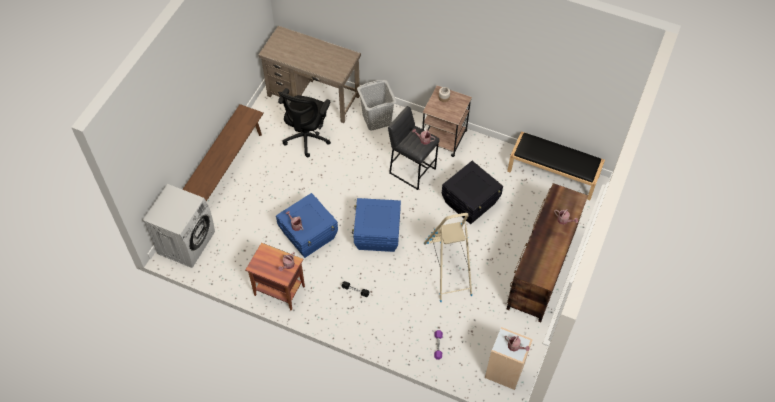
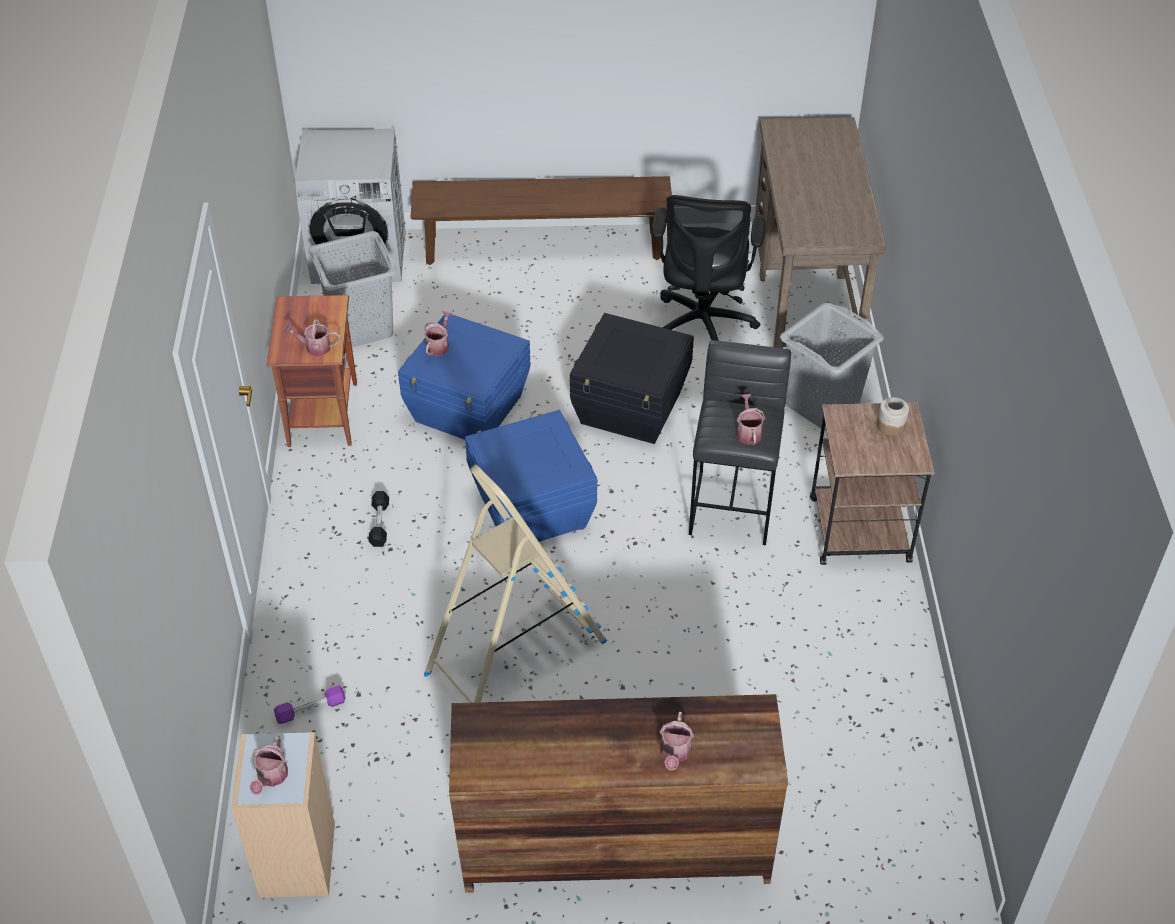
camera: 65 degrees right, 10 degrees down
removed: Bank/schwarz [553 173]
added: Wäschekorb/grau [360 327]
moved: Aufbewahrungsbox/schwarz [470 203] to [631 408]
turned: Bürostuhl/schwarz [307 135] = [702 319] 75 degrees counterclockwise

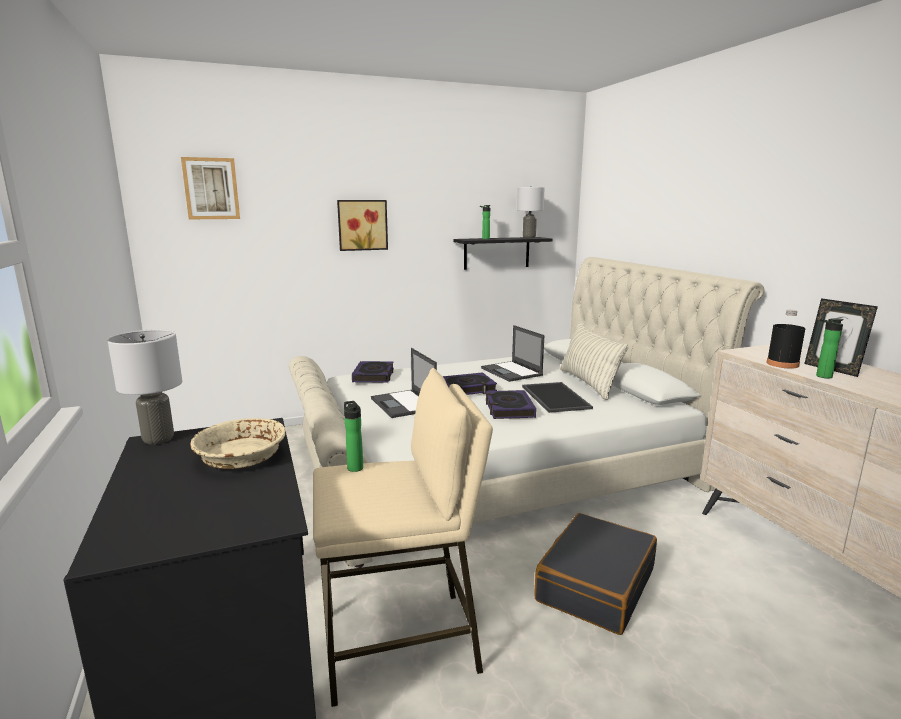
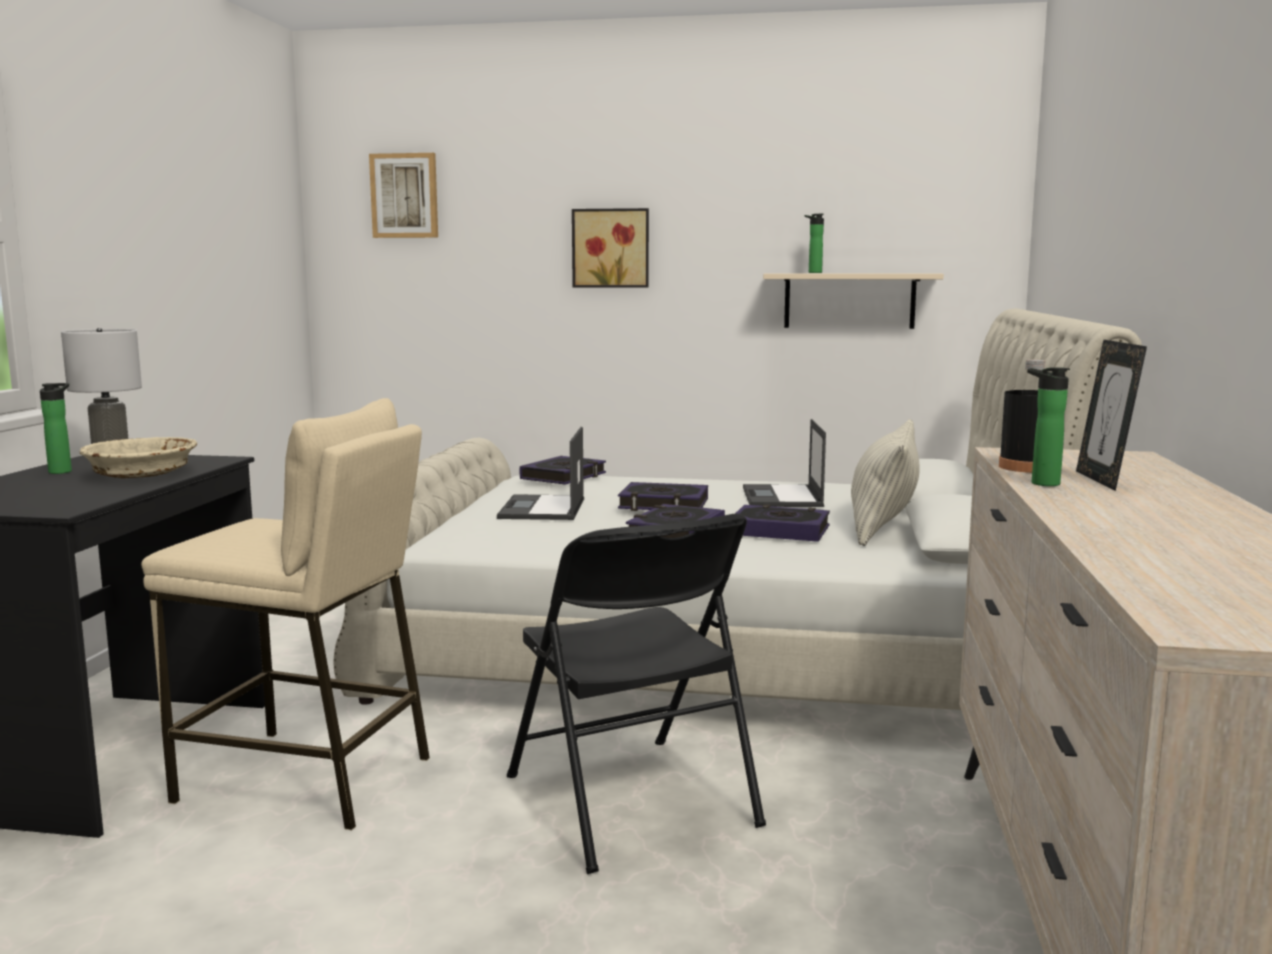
camera: 30 degrees right, 5 degrees down
removed: Tischlampe/weiß [528 237]
moved: Flasche [354 467] to [62 471]
replaced: Tablett [554 397] to Buch [779 531]; Koffer/schwarz [595 584] to Stuhl/schwarz [629 800]
recoloured: Wandregal/schwarz [496 253] to Wandregal/beige [849 300]

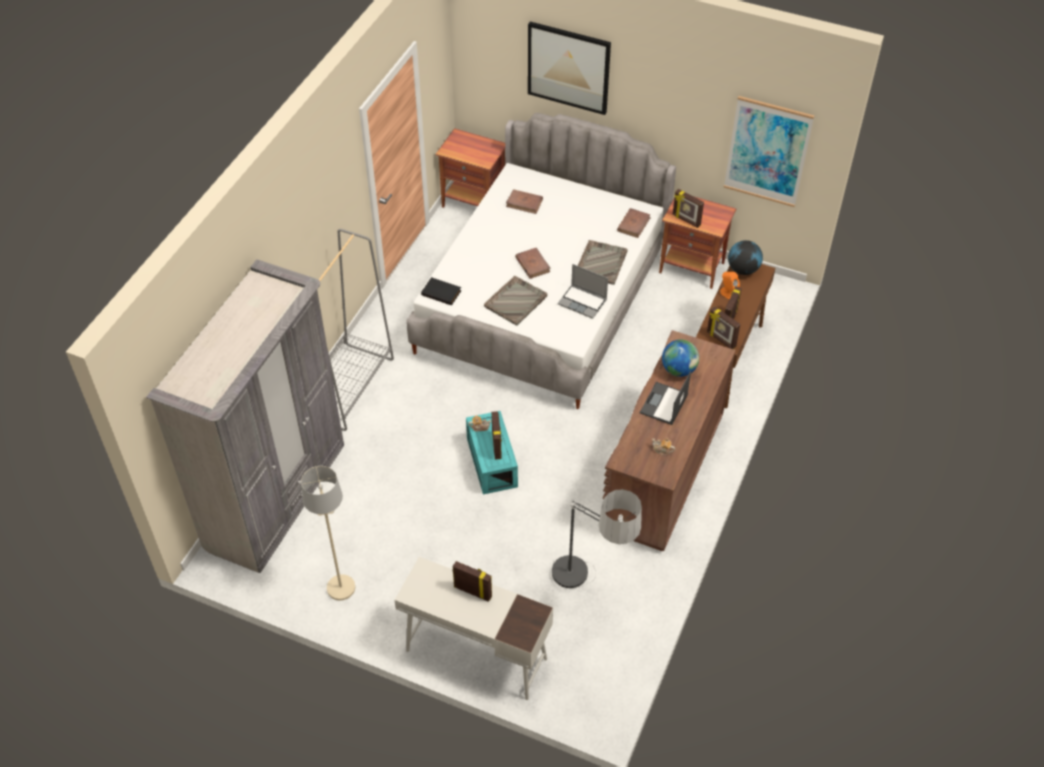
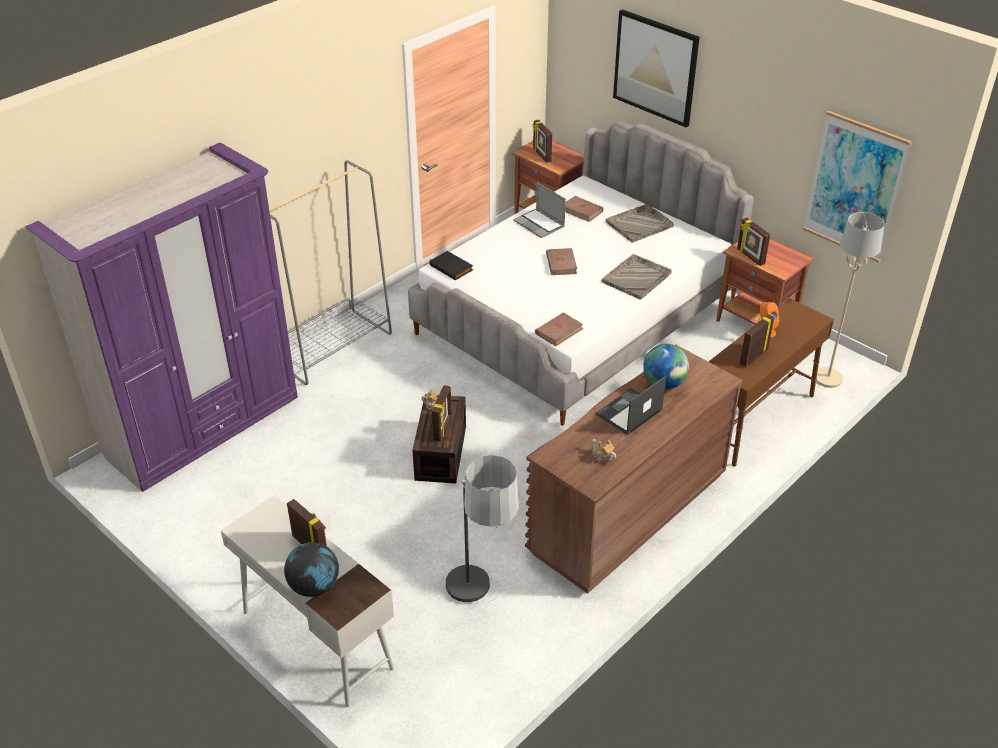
camera: 20 degrees right, 10 degrees down
moved: Stehlampe/beige [340 588] to [827 378]; Tablett/grau [516 301] to [640 224]; Laptop [583 302] to [540 224]; Buch/braun [633 224] to [559 331]; Bilderrahmen [720 340] to [541 155]; Globus [743 269] to [314 586]
recoloured: Kleiderschrank/grau [277 496] to Kleiderschrank/lila [204 426]; Aufbewahrungsbox/türkis [490 462] to Aufbewahrungsbox/braun [439 451]

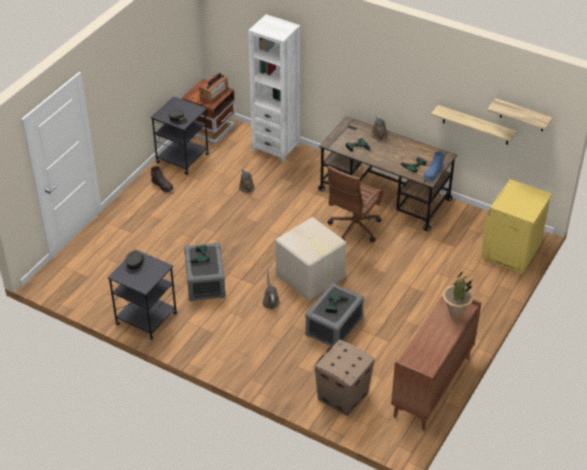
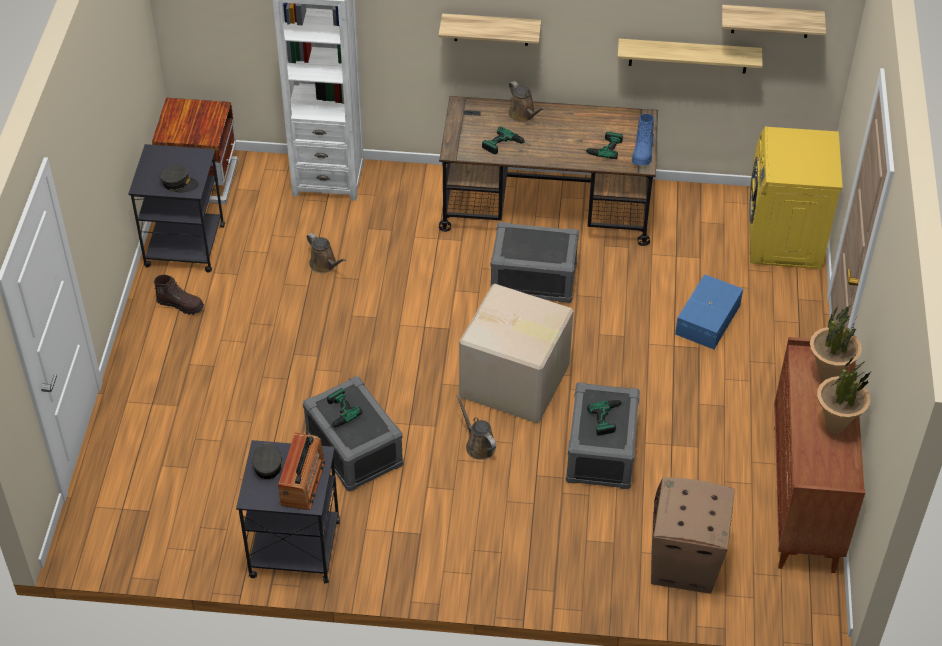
camera: 25 degrees left, 5 degrees up
added: Wandregal [491 29]; Aufbewahrungsbox/blau [709 319]; Topfpflanze [835 427]
moved: Radio [214 95] to [303 482]
replaced: Bürostuhl/braun [353 229] to Aufbewahrungsbox/grau [533 279]

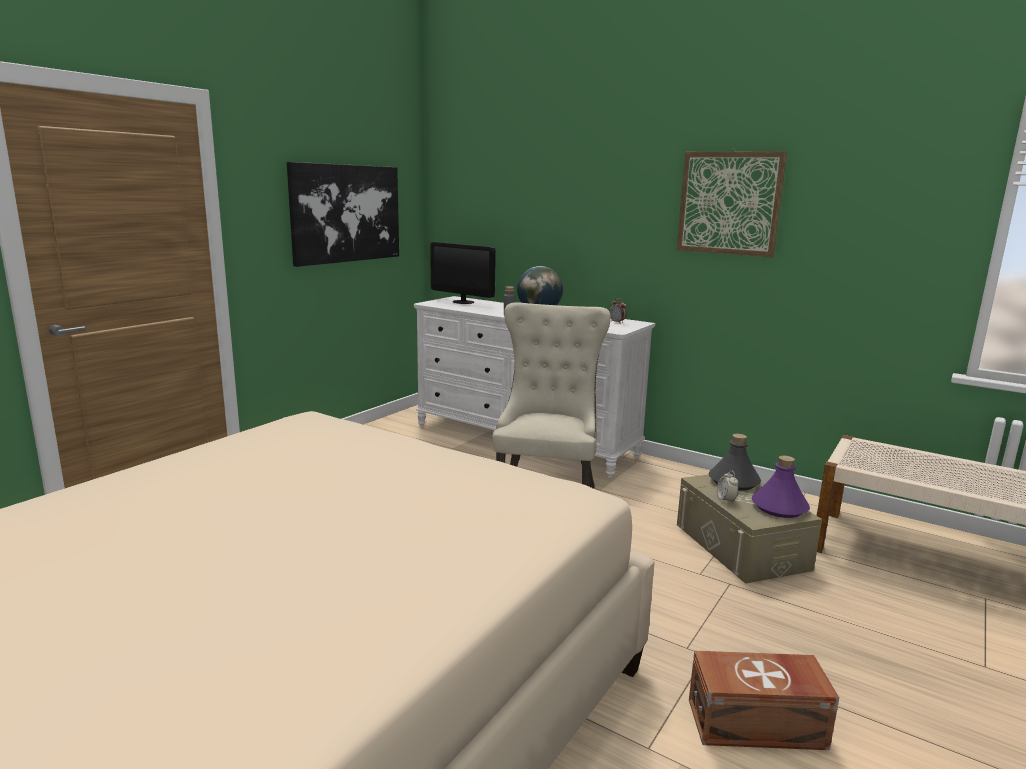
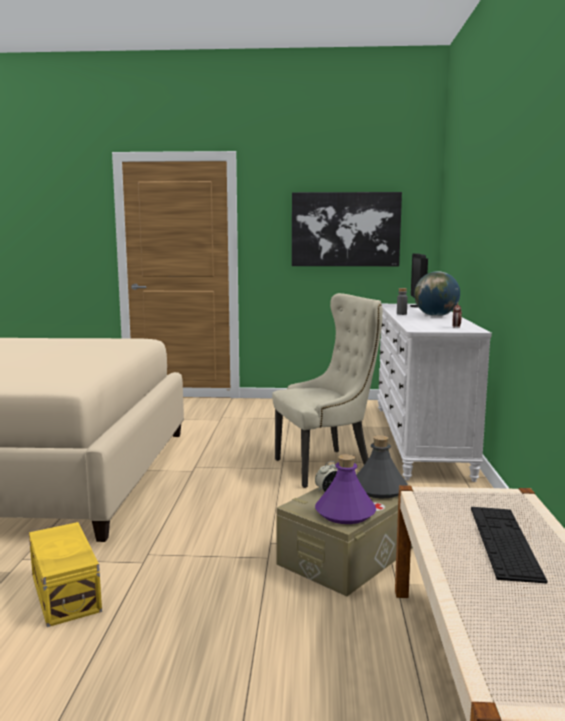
camera: 60 degrees right, 5 degrees down
removed: Bild [729 202]
added: Tastatur [504 541]
recoloured: Aufbewahrungsbox/braun [758 725] to Aufbewahrungsbox/gelb [64 594]

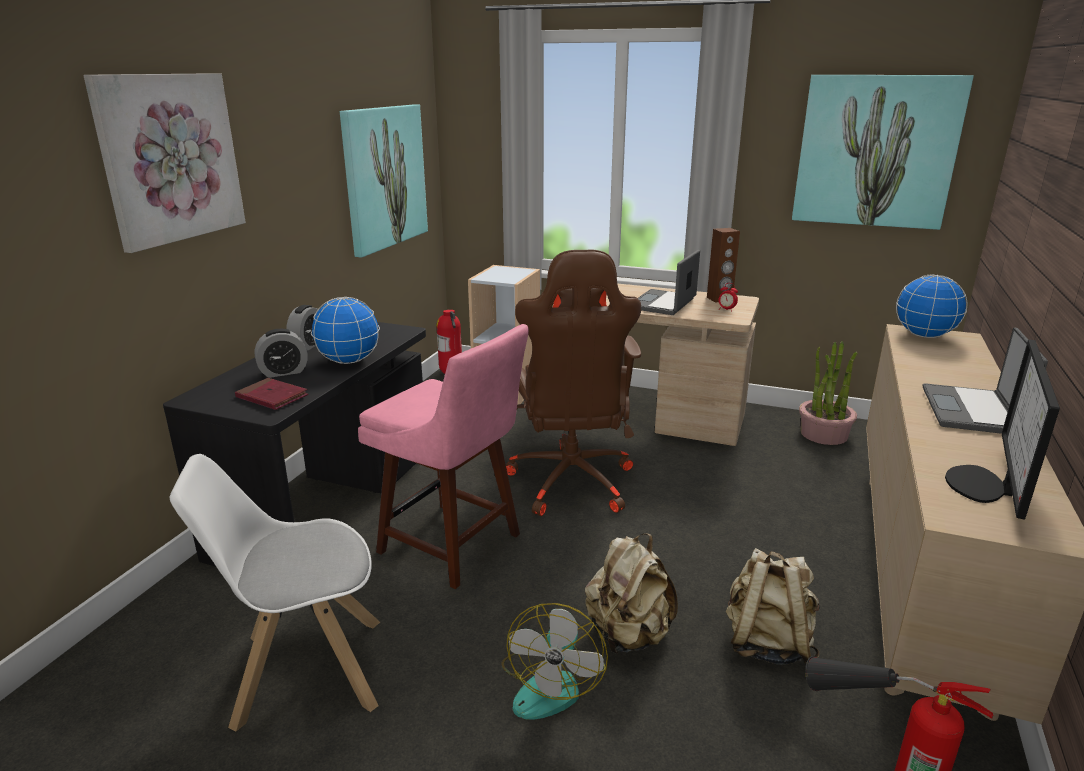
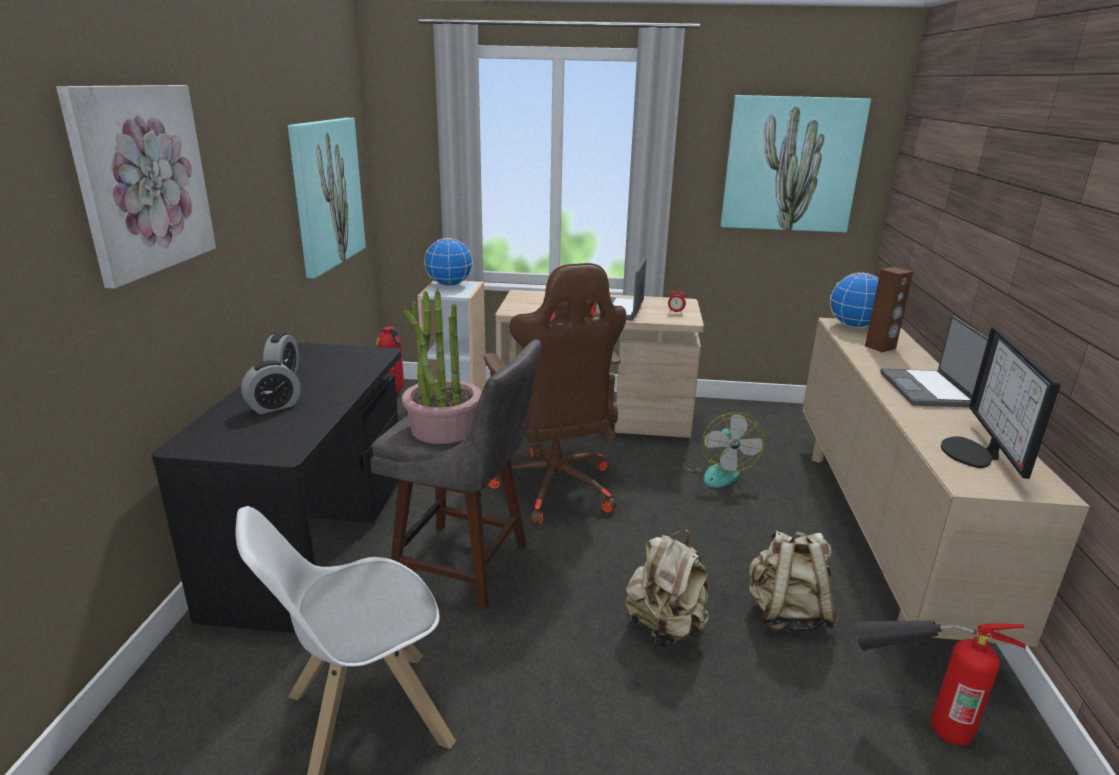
camera: 15 degrees left, 0 degrees up
removed: Buch/rot [272 397]
moved: Globus [349 361] to [450 285]; Ventilator [550 684] to [718 472]; Lautsprecher/braun [719 299] to [880 347]; Topfpflanze [823 434] to [443 429]
recoloured: Hocker/rosa [454 545] to Hocker/grau [466 565]

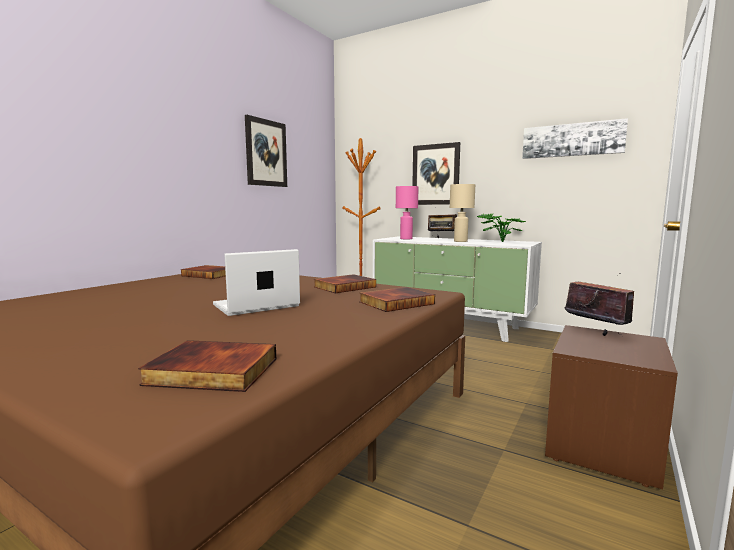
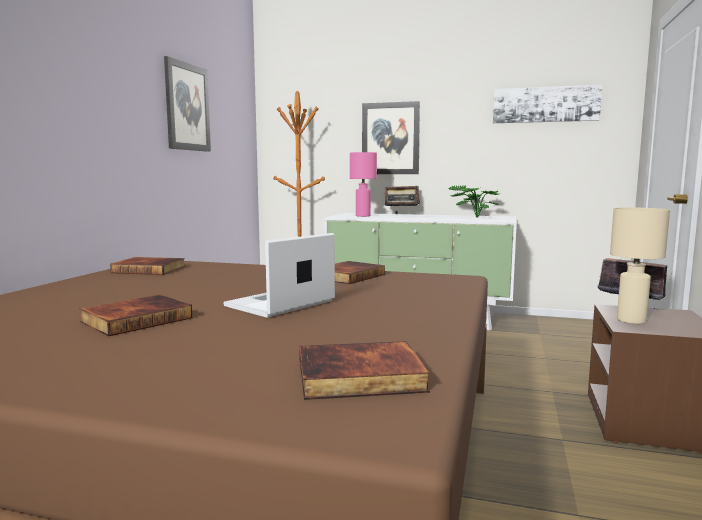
camera: 15 degrees left, 0 degrees up
moved: Buch [396 302] to [136 319]; Tischlampe/beige [460 241] to [630 321]

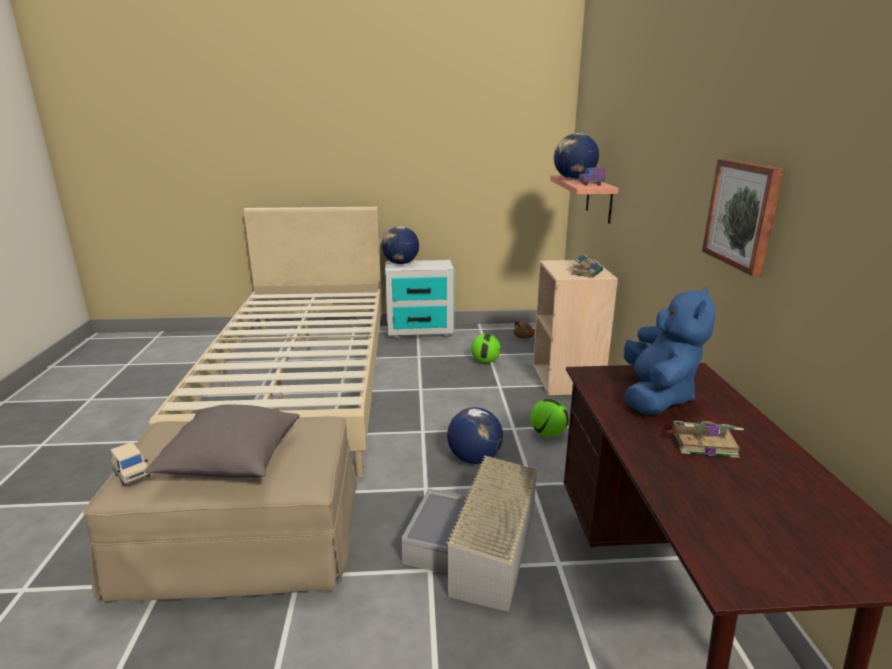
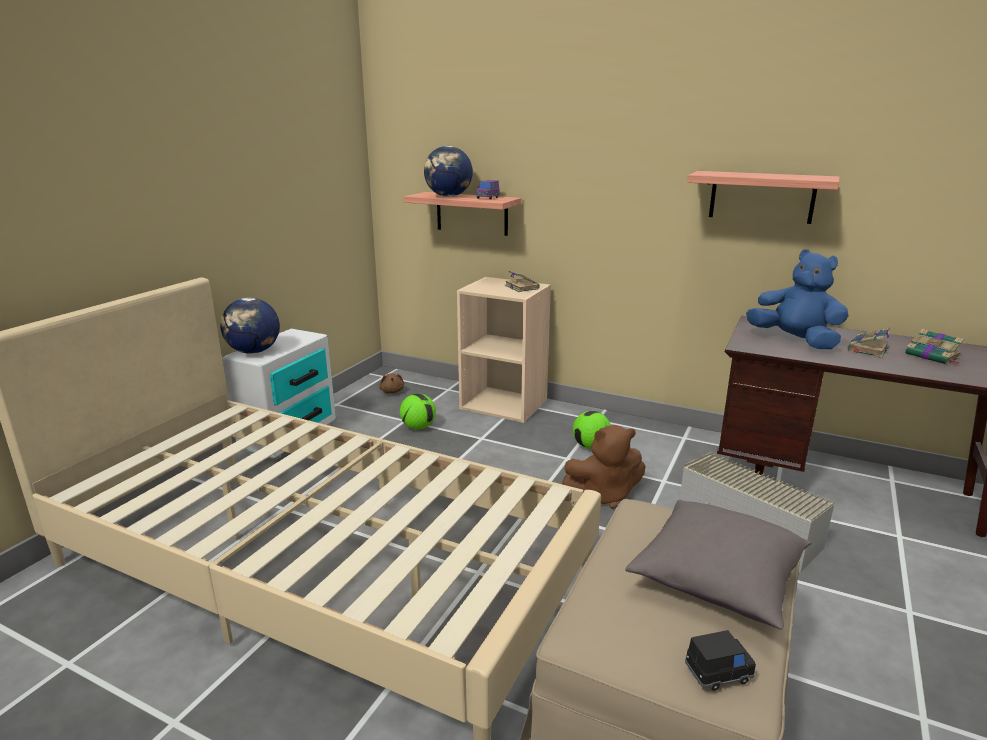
camera: 60 degrees left, 0 degrees up
added: Buch [933 356]
replaced: Globus [474 458] to Plüschtier/braun [604 494]; Bild [743 214] to Wandregal [761 197]
recoloured: Spielzeugauto/beige [132 475] to Spielzeugauto/schwarz [718 673]

